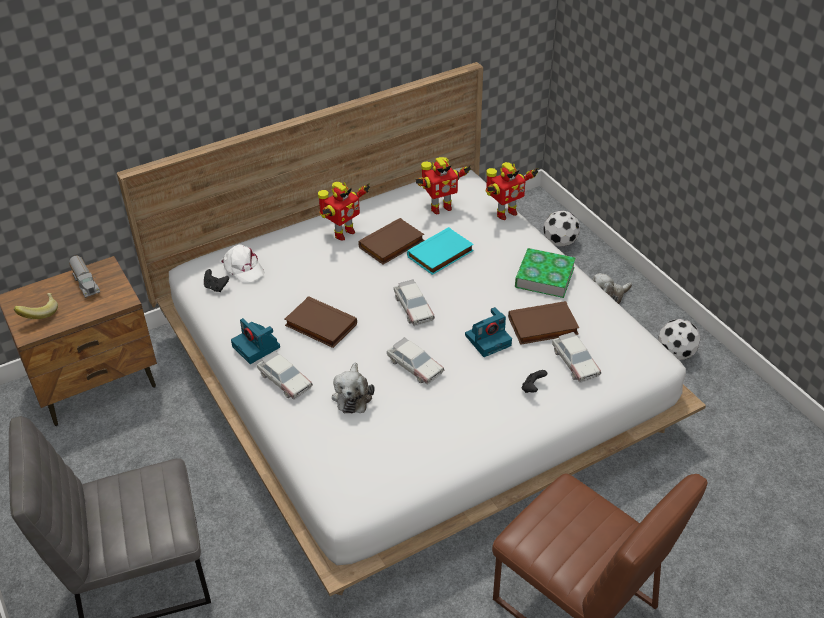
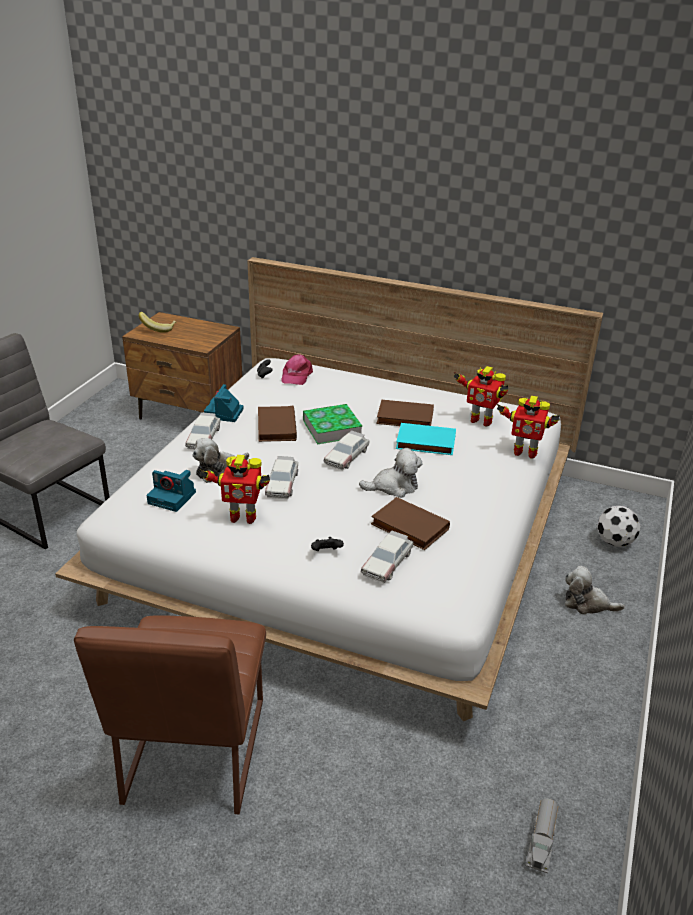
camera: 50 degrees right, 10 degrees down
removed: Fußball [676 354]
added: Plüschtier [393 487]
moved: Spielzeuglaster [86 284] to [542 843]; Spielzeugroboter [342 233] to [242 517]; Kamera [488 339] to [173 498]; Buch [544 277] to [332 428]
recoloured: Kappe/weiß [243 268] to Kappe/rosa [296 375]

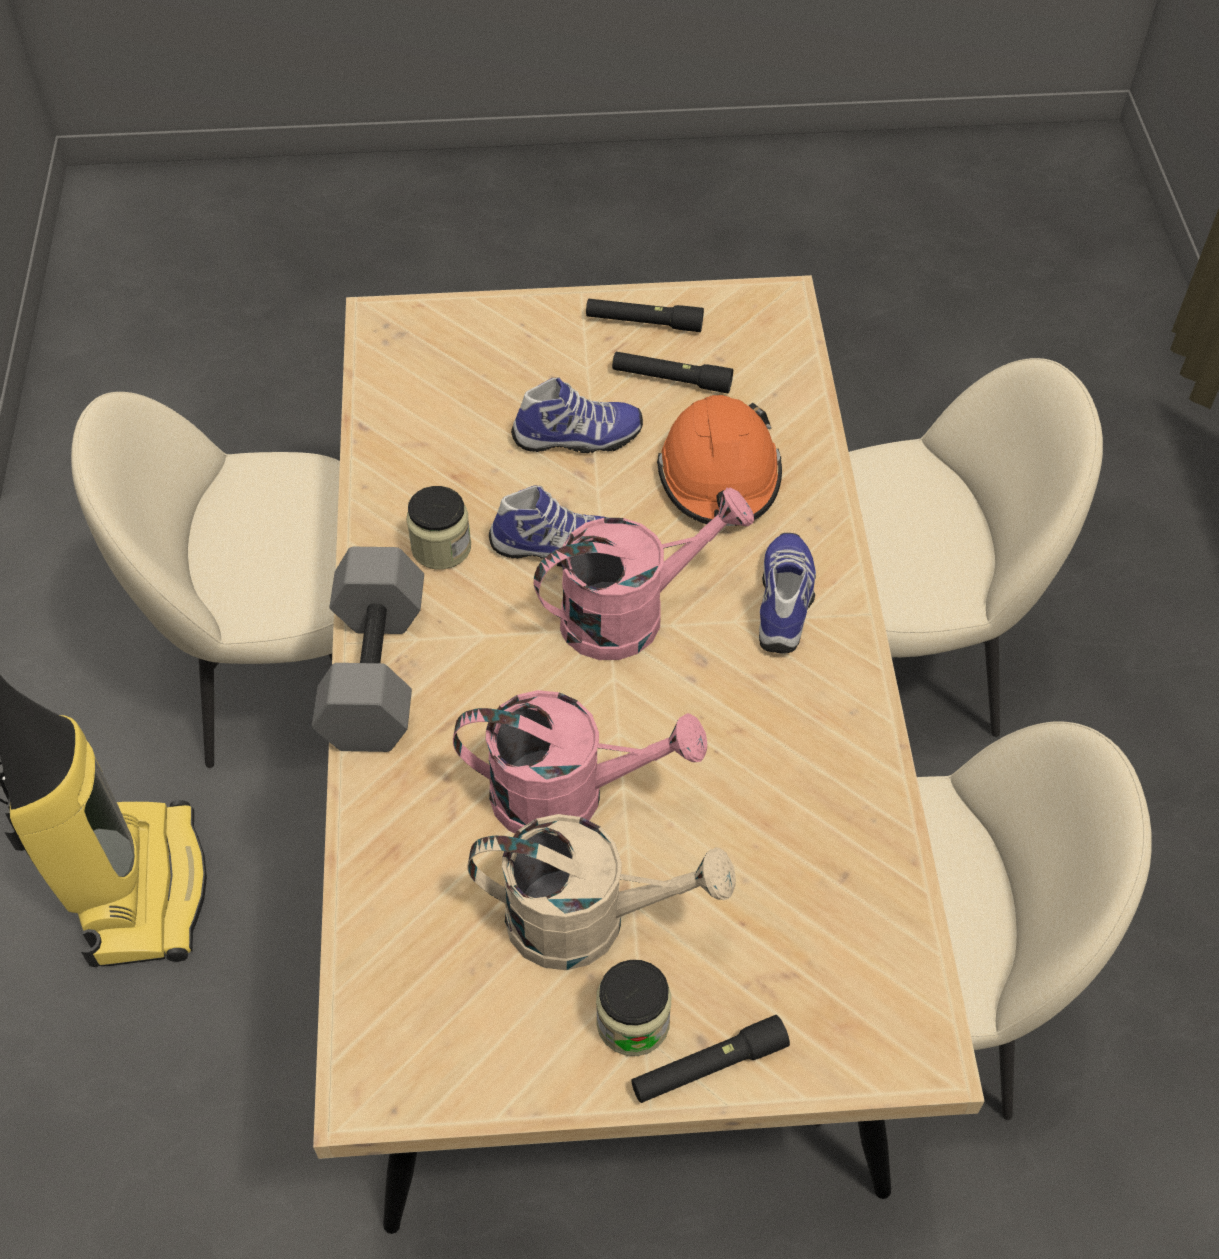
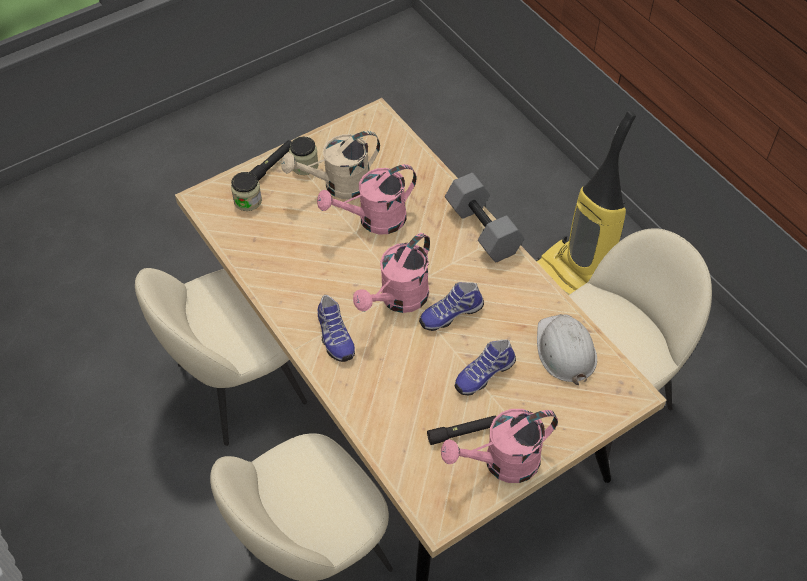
camera: 150 degrees right, 0 degrees up
removed: Schutzhelm/orange [719 476]
added: Schutzhelm/weiß [565 350]
moved: Vorratsglas [441 547] to [248 201]
replaced: Taschenlampe/schwarz [644 322] to Gießkanne/rosa [502 463]

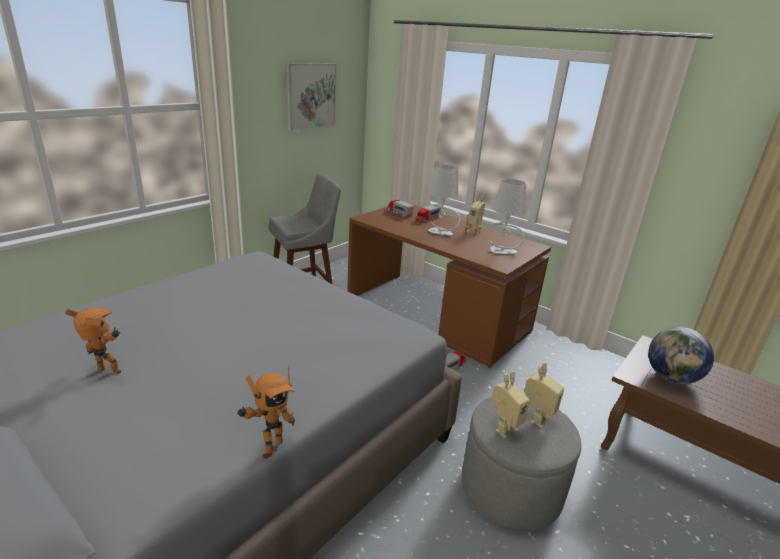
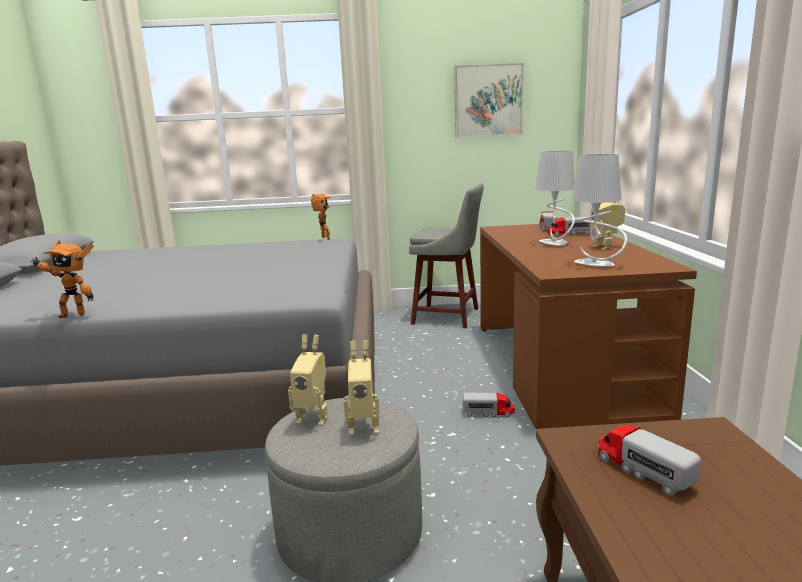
camera: 50 degrees right, 10 degrees down
moved: Spielzeugroboter [107 373] to [324 238]
replaced: Globus [671 378] to Spielzeuglaster [642 471]

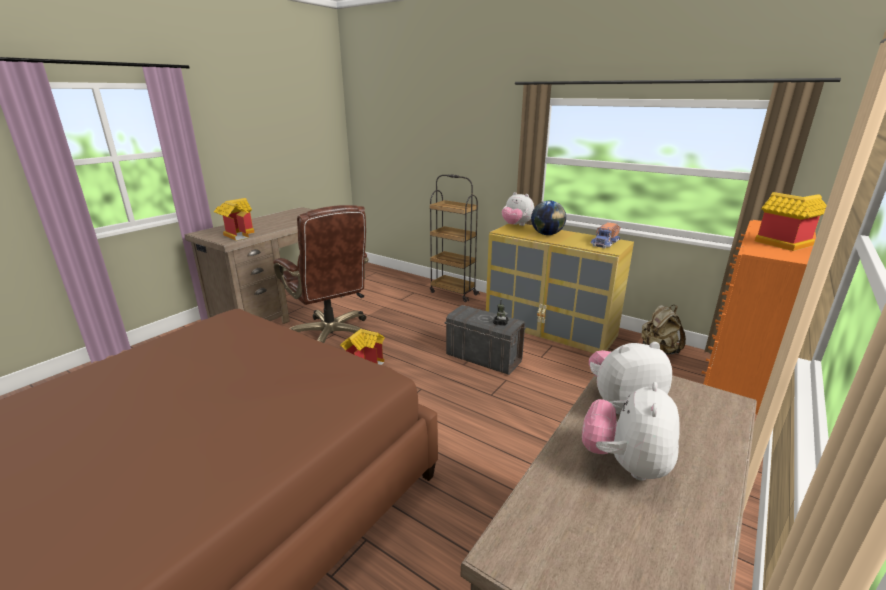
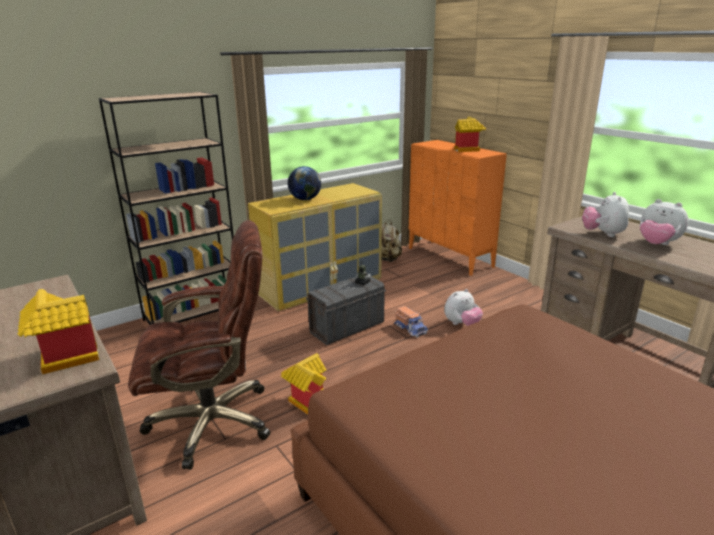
camera: 70 degrees left, 0 degrees up
moved: Plüschtier [516 225] to [461 324]; Spielzeuglaster [605 243] to [410 328]
replaced: Rollwagen/braun [453 293] to Bücherregal/beige [193 315]

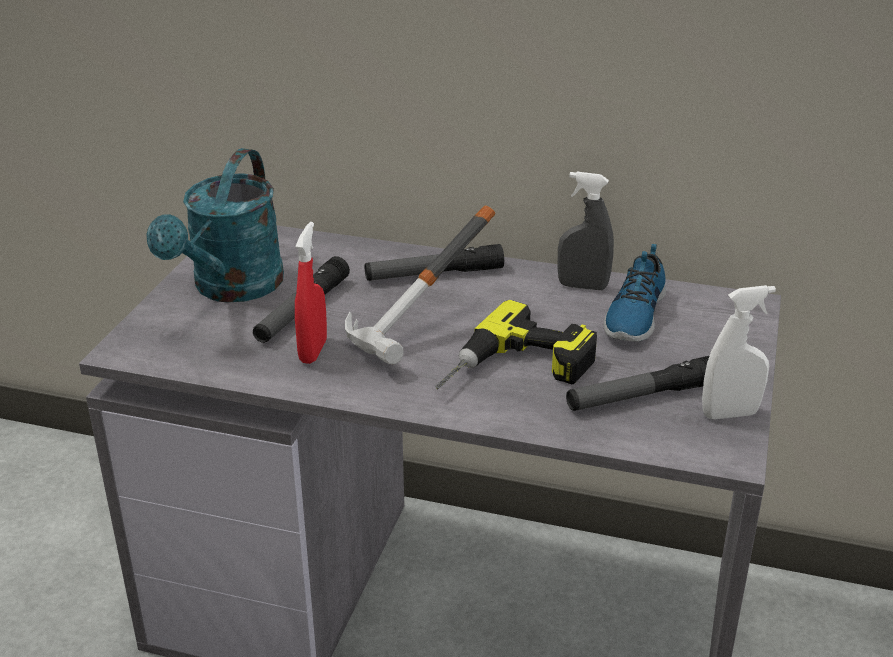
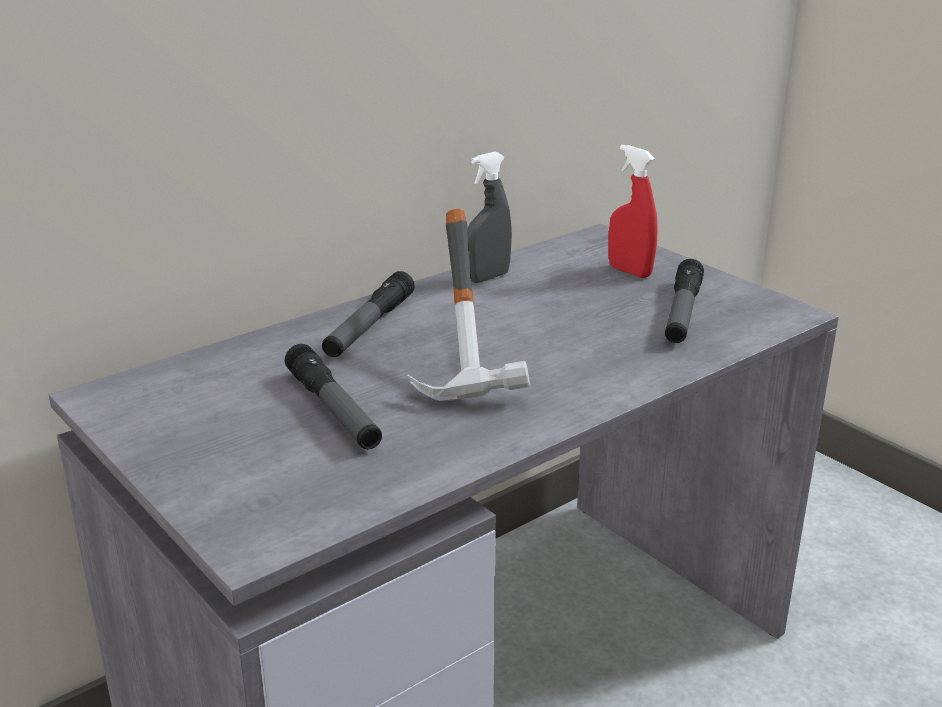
camera: 55 degrees left, 5 degrees down
removed: Gießkanne/türkis [231 289]; Bohrmaschine [516 372]; Schuh [633 315]; Sprühflasche/weiß [730 414]
moved: Sprühflasche/rot [313 351] to [629 271]

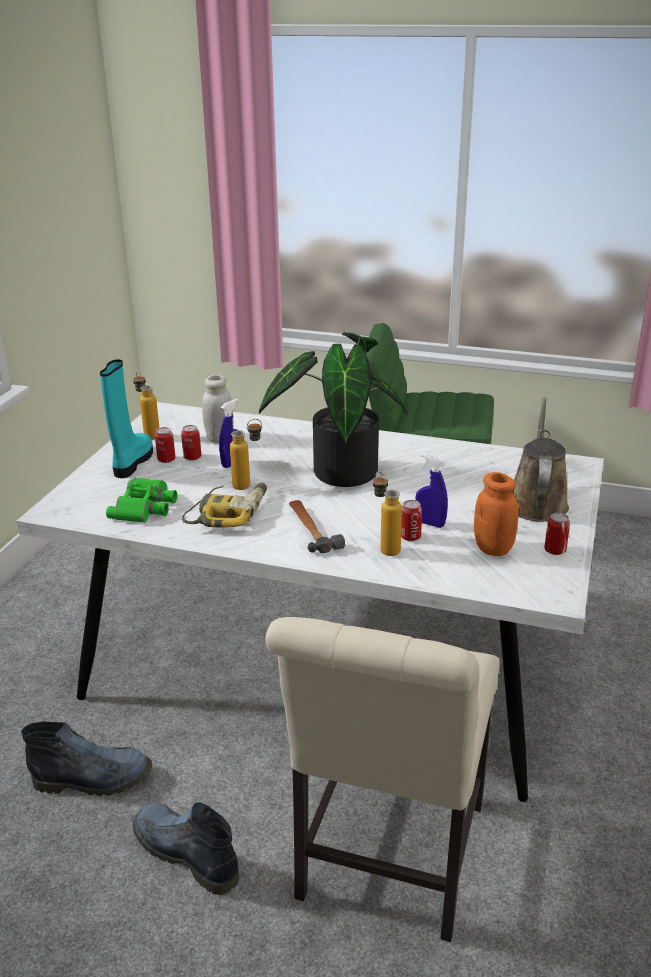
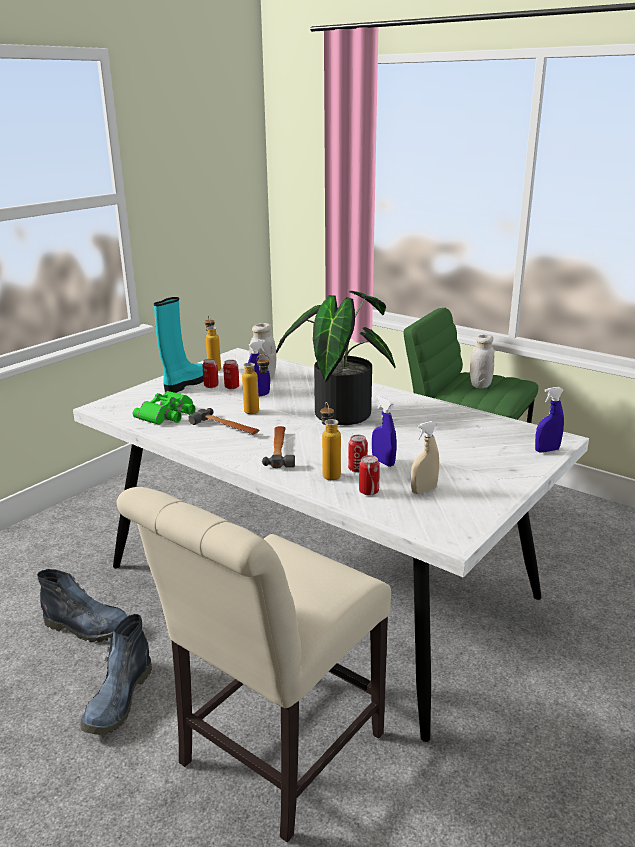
camera: 20 degrees right, 5 degrees down
removed: Gießkanne/braun [536 502]
added: Vorratsglas/weiß [480 385]; Sprühflasche/blau [547 450]
moved: Dose [555 550] to [368 491]
replaced: Bohrmaschine [228 512] to Hammer [226 428]; Vorratsglas/orange [493 548] to Sprühflasche/beige [423 490]
turned: Stiefel [184 853] = [118 700] 135 degrees counterclockwise

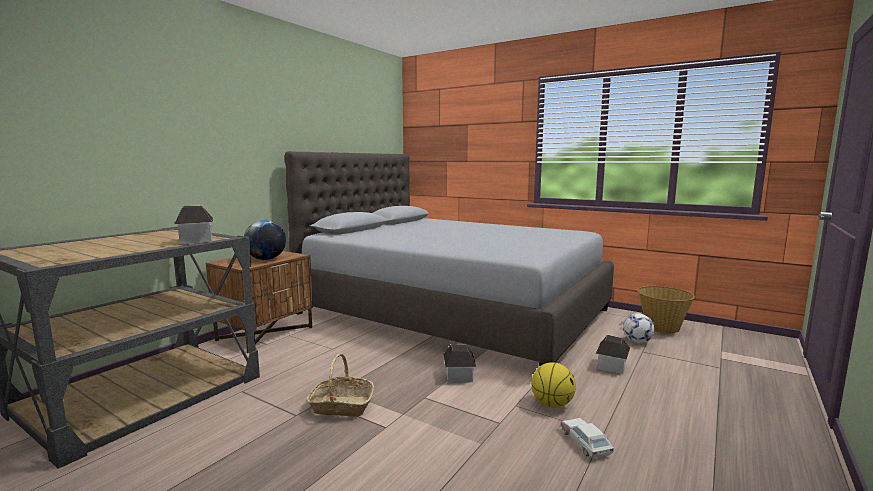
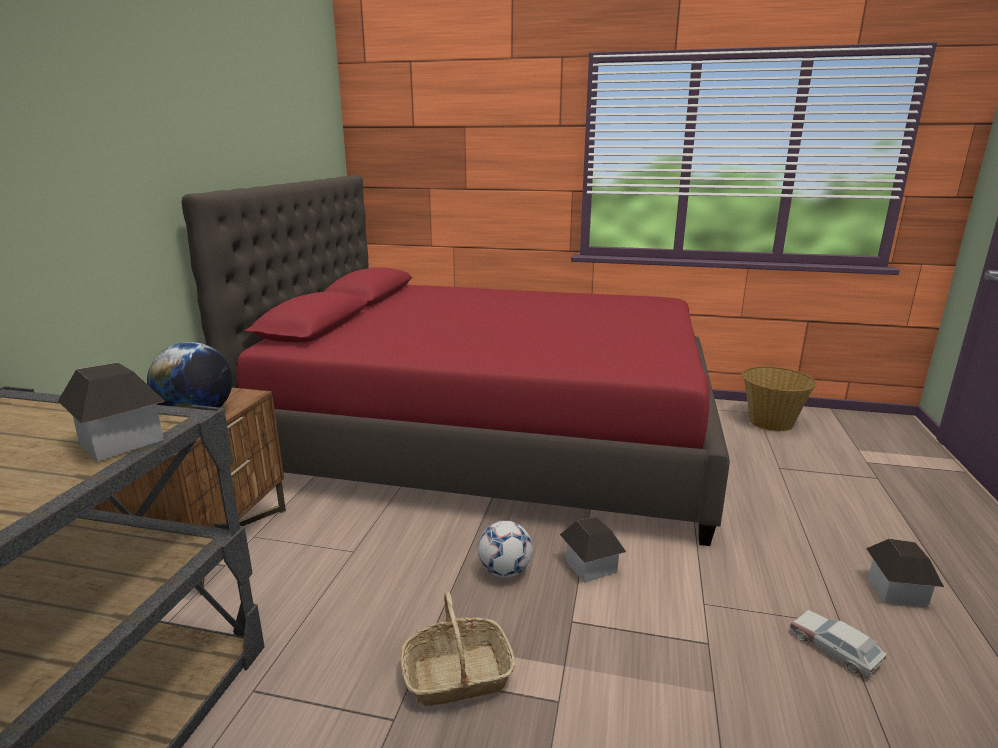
camera: 20 degrees left, 10 degrees up
removed: Basketball [552 404]
moved: Spielzeughaus [611 367] to [896 591]; Fußball [637 341] to [505 571]
recoloured: Bett/grau [452 311] to Bett/rot [490 437]

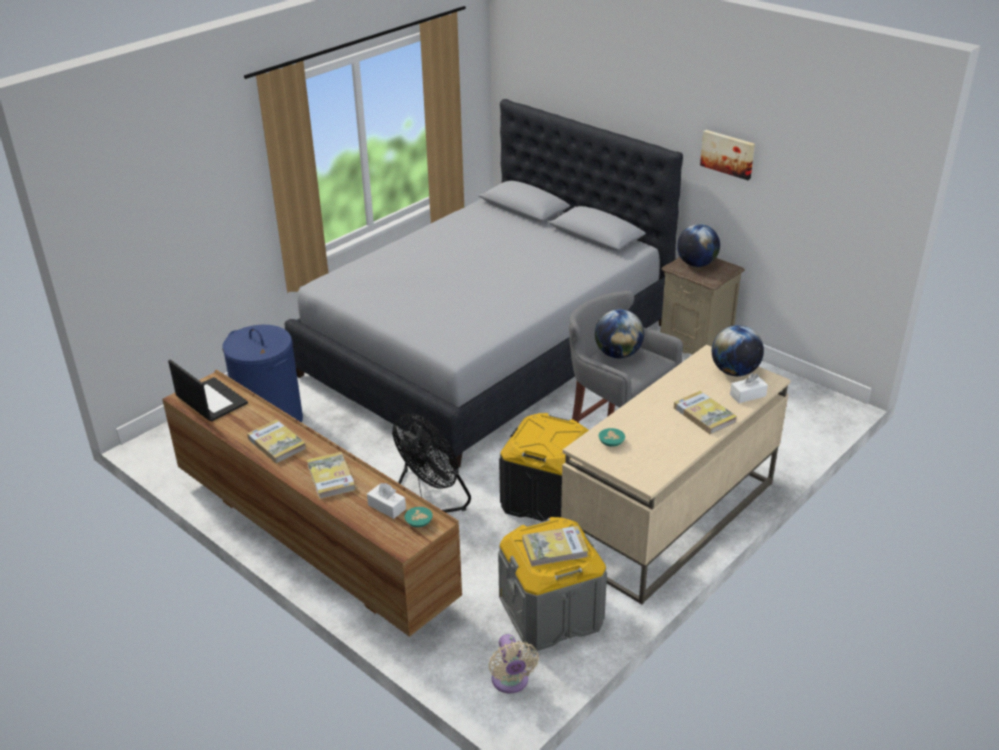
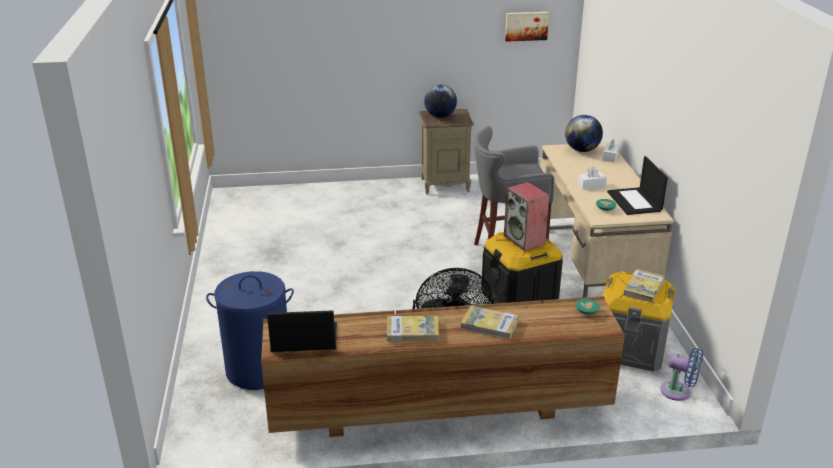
camera: 50 degrees left, 5 degrees down
removed: Bett/grau [487 349]; Globus [618 354]; Buch [704 415]
added: Lautsprecher [525 240]; Laptop [635 201]
moved: Taschentuchbox/weiß [387 507] to [591 185]; Bild [728 154] to [526 26]
recoloured: Ventilator/beige [511 682] to Ventilator/blau [678 392]

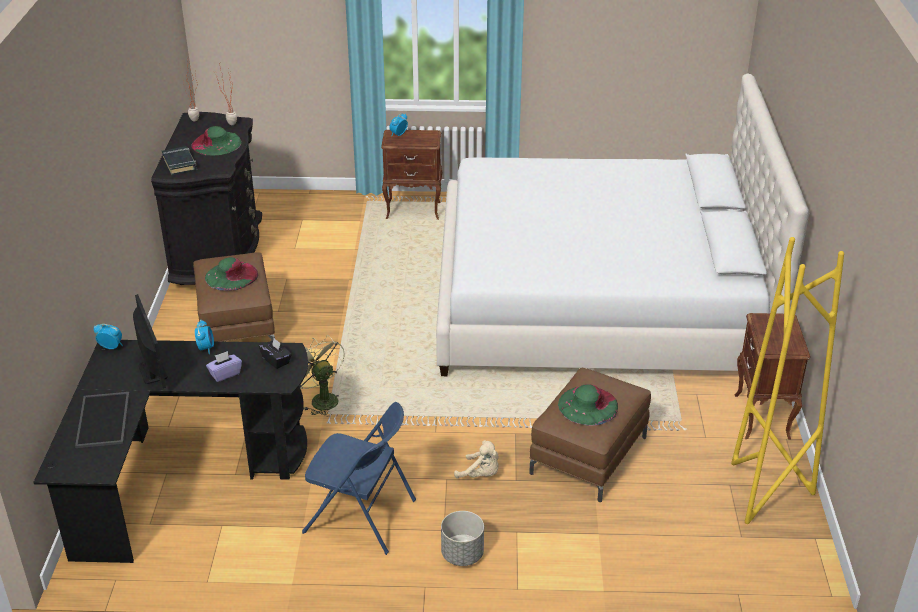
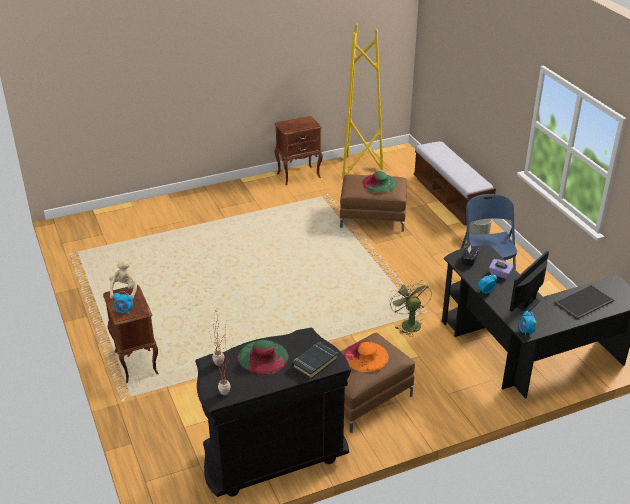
camera: 115 degrees left, 0 degrees up
removed: Bett/weiß [598 299]
added: Bank [450 199]
moved: Plüschtier/beige [480 475] to [124 290]
recoloured: Hut/grün [231 276] to Hut/orange [366 356]
turned: Ventilator/grün [320 399] = [408 323] 135 degrees clockwise

